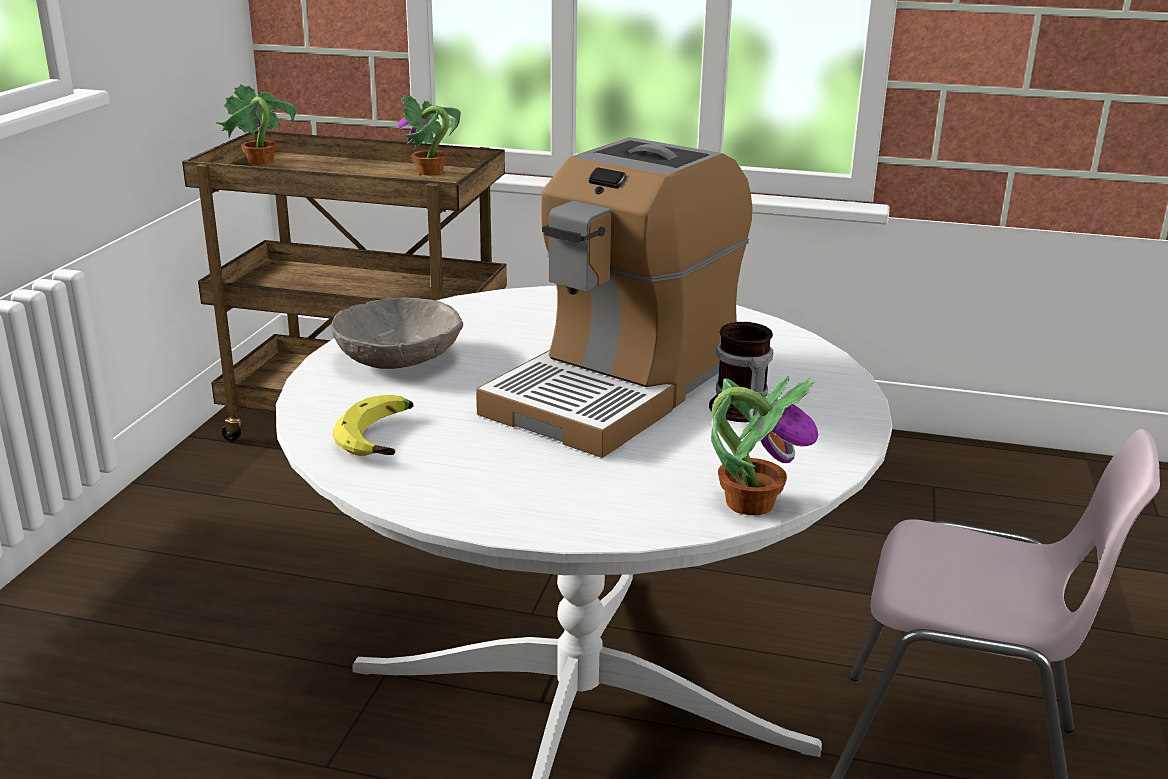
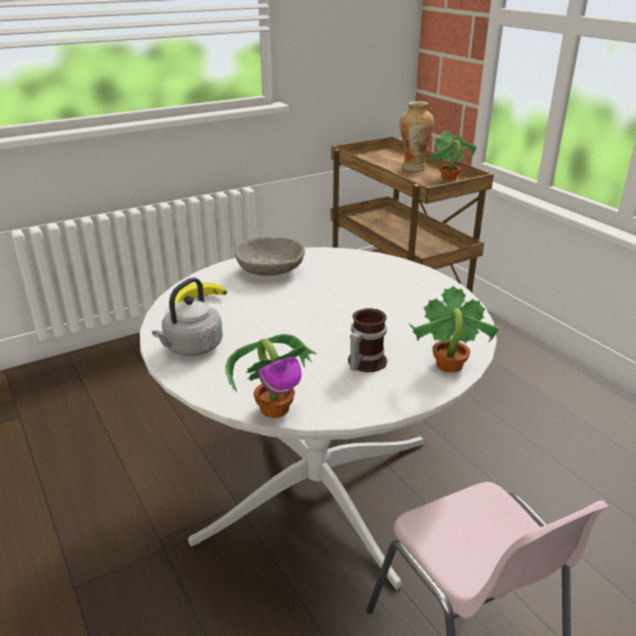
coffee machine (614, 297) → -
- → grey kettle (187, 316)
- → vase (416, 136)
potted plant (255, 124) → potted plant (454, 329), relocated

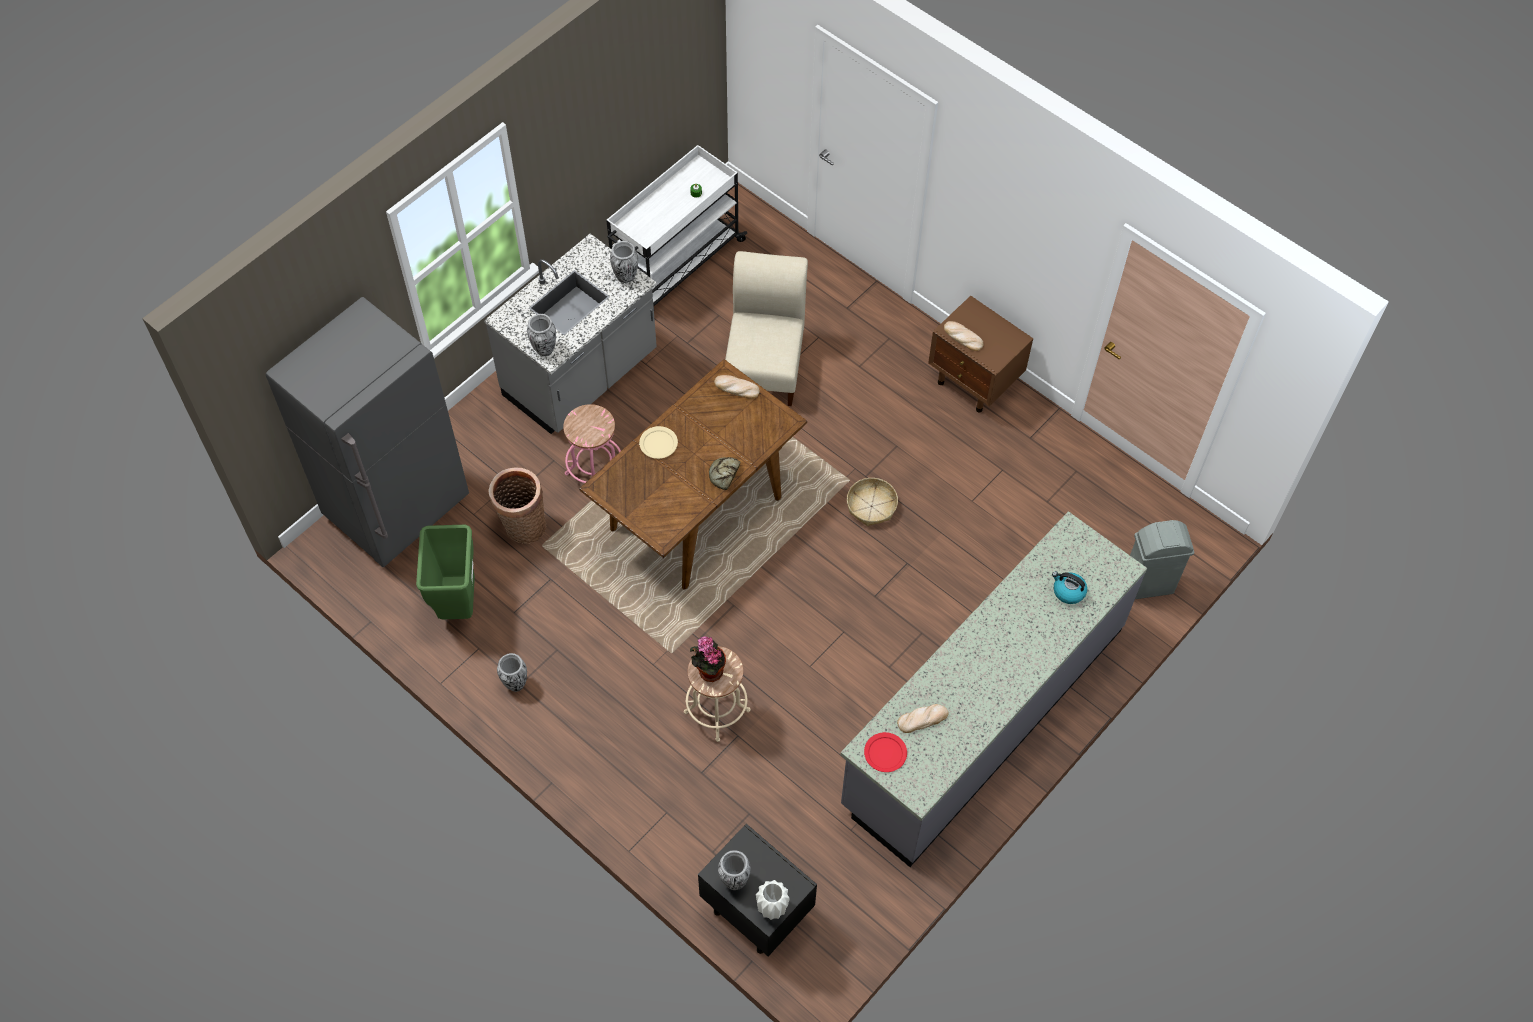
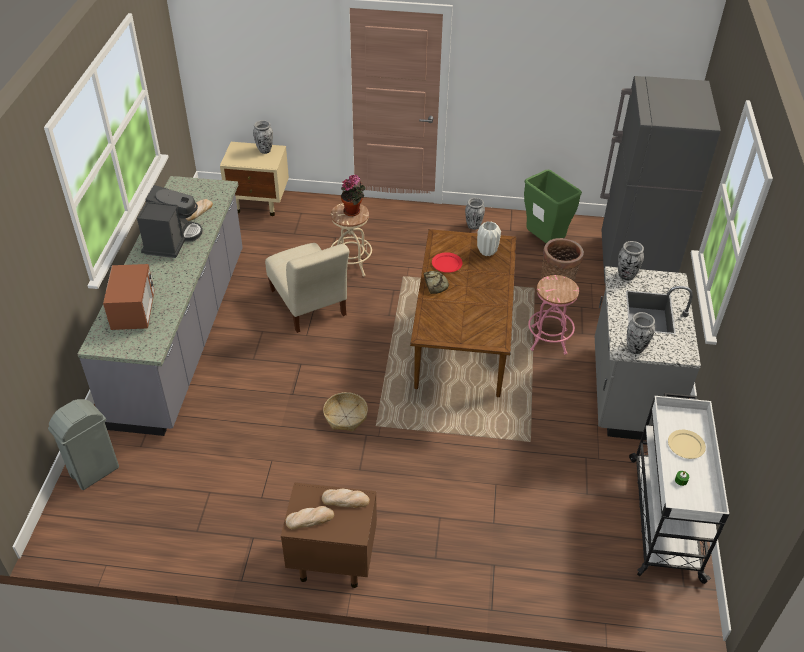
- → coffee machine (170, 221)
beige plate (658, 442) → beige plate (687, 444), relocated
bread (737, 387) → bread (310, 517), relocated
beige chair (766, 328) → beige chair (307, 288), relocated
white vase (772, 900) → white vase (489, 238), relocated
red plate (885, 752) → red plate (447, 262), relocated
kettle (1069, 587) → microwave (129, 297)
black nightstand (757, 890) → beige nightstand (254, 179)

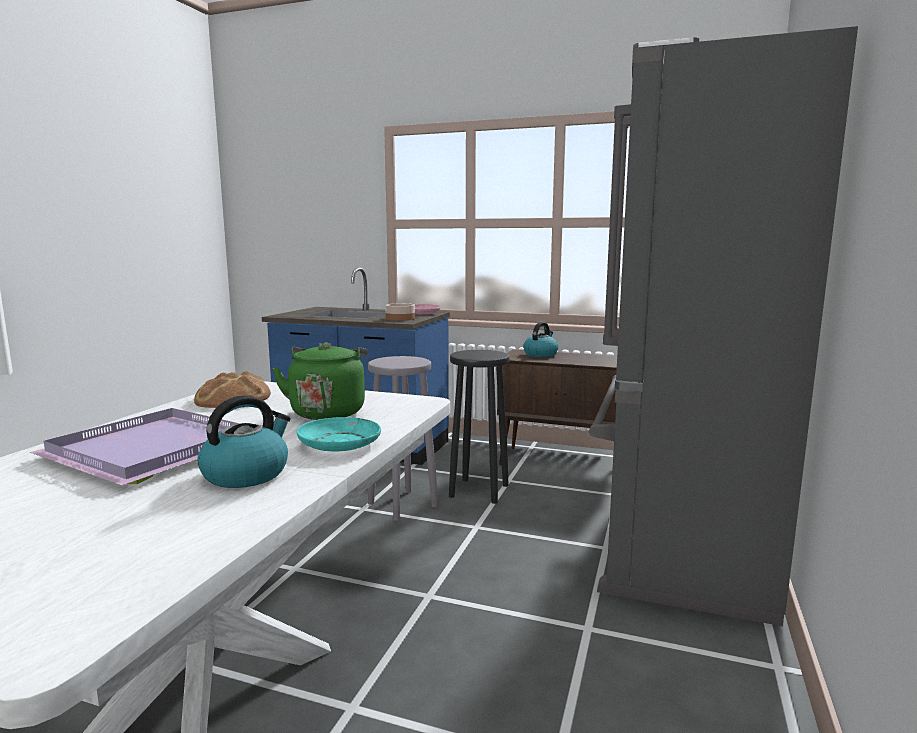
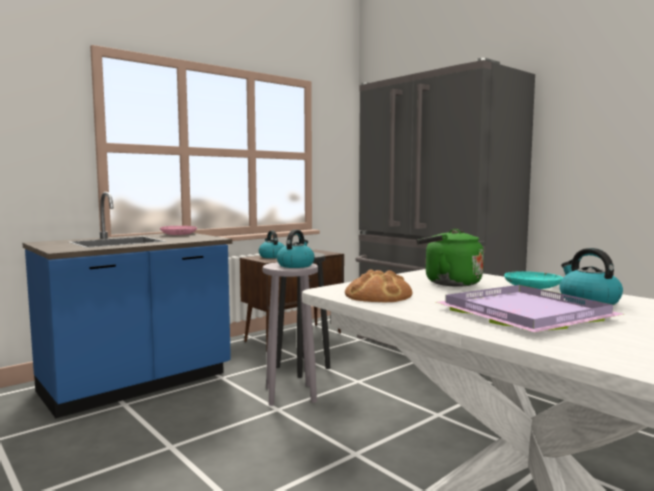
bowl (400, 312) → -
- → kettle (296, 249)

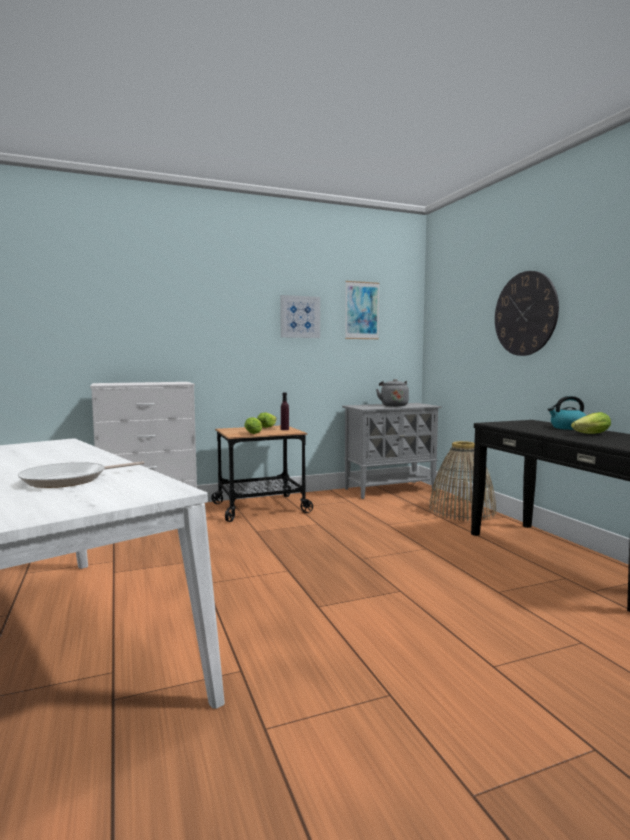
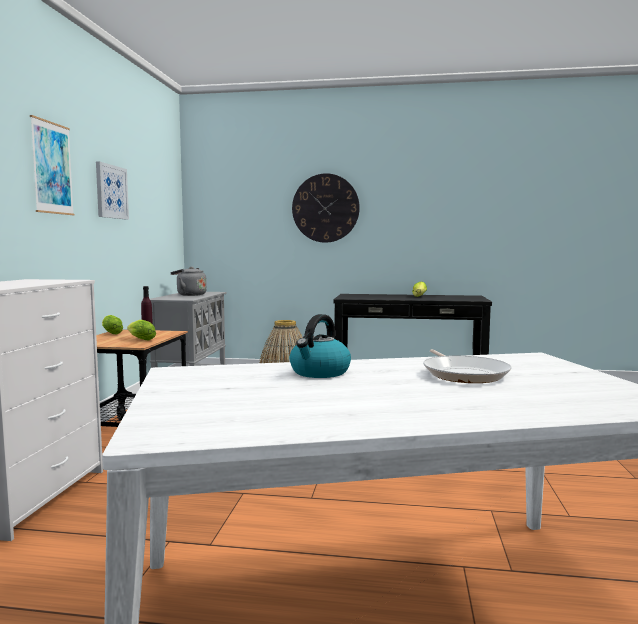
picture (362, 310) → picture (52, 165), relocated
kettle (567, 413) → kettle (320, 346), relocated

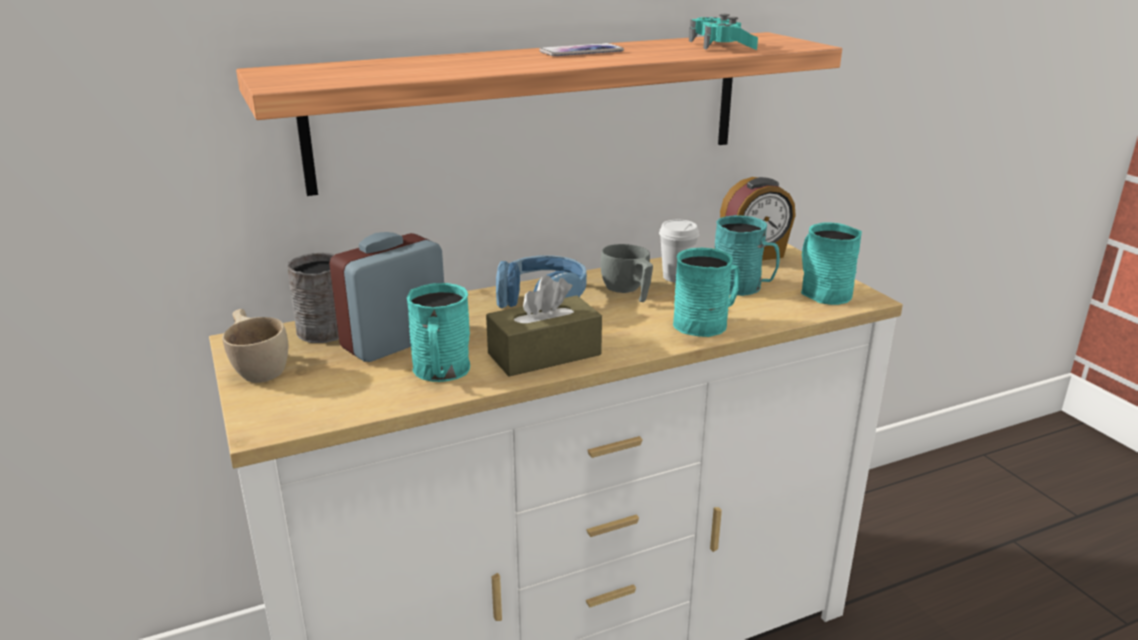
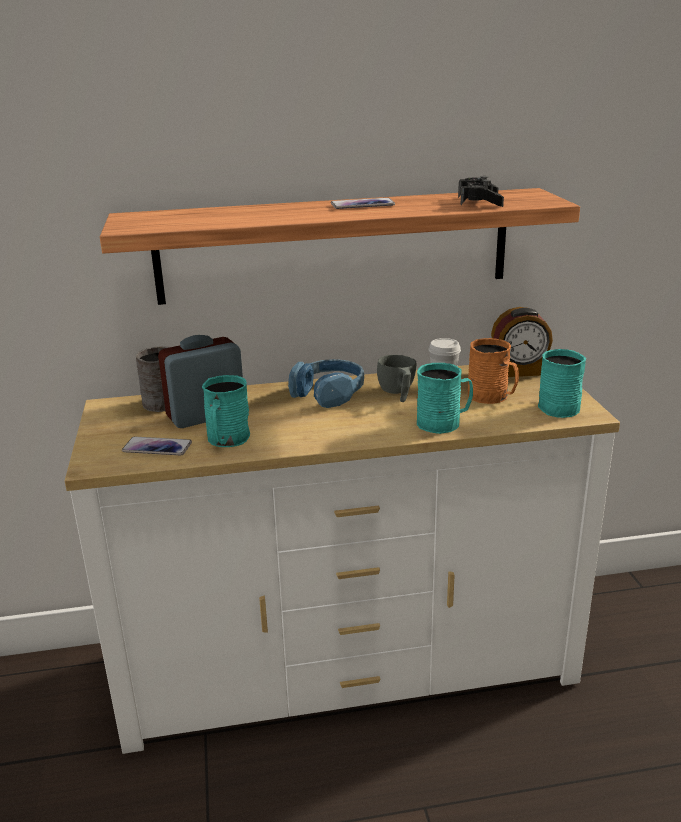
beige cup (255, 346) → -
brown tissue box (544, 326) → -
- → phone (157, 446)
turquoise game controller (723, 32) → black game controller (481, 191)
turquoise mug (747, 255) → orange mug (493, 371)

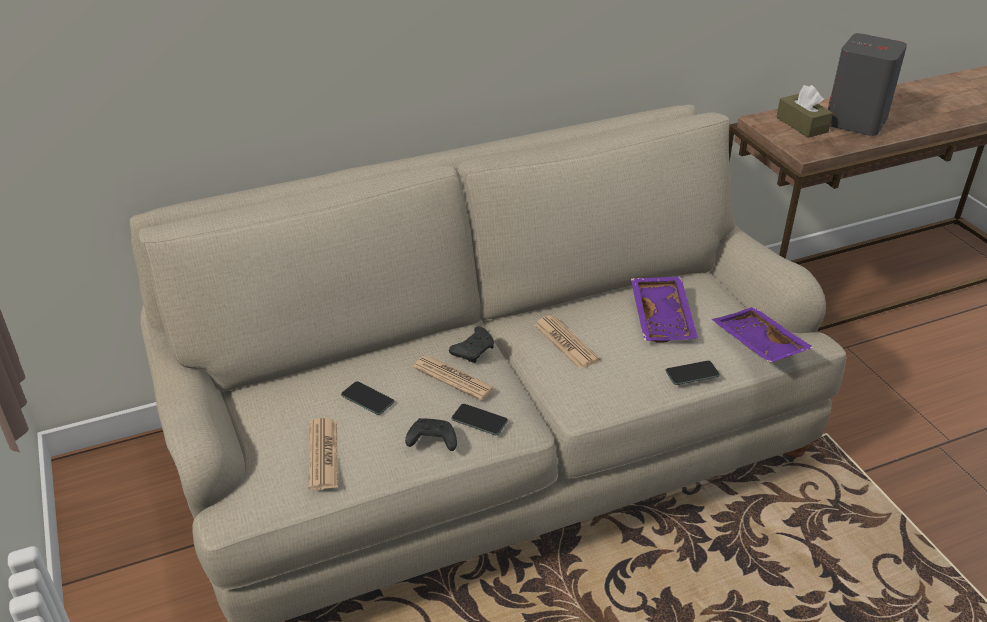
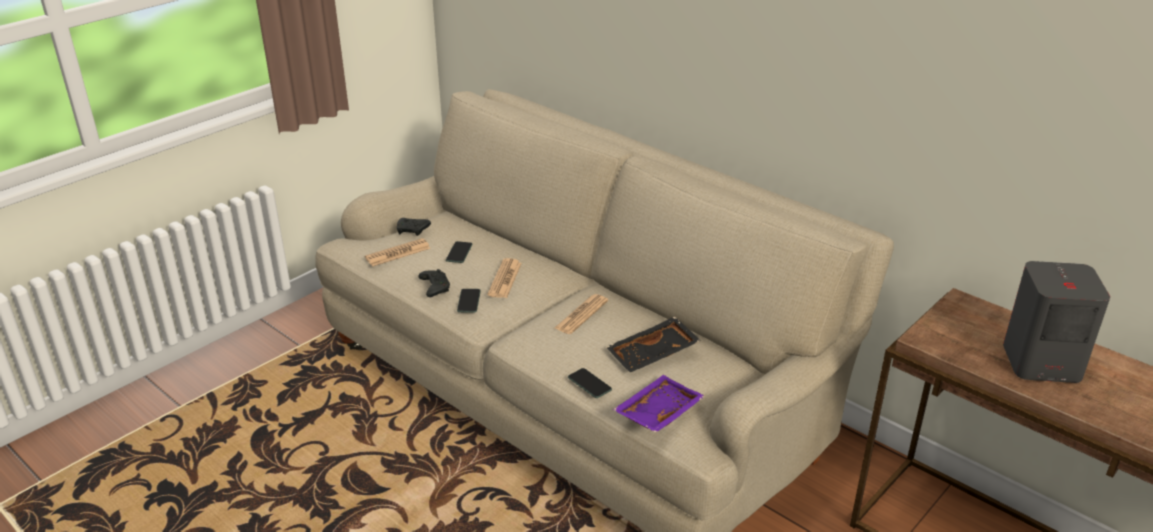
brown tissue box (804, 111) → -
black game controller (471, 344) → black game controller (414, 227), relocated
purple tray (664, 309) → black tray (653, 344)

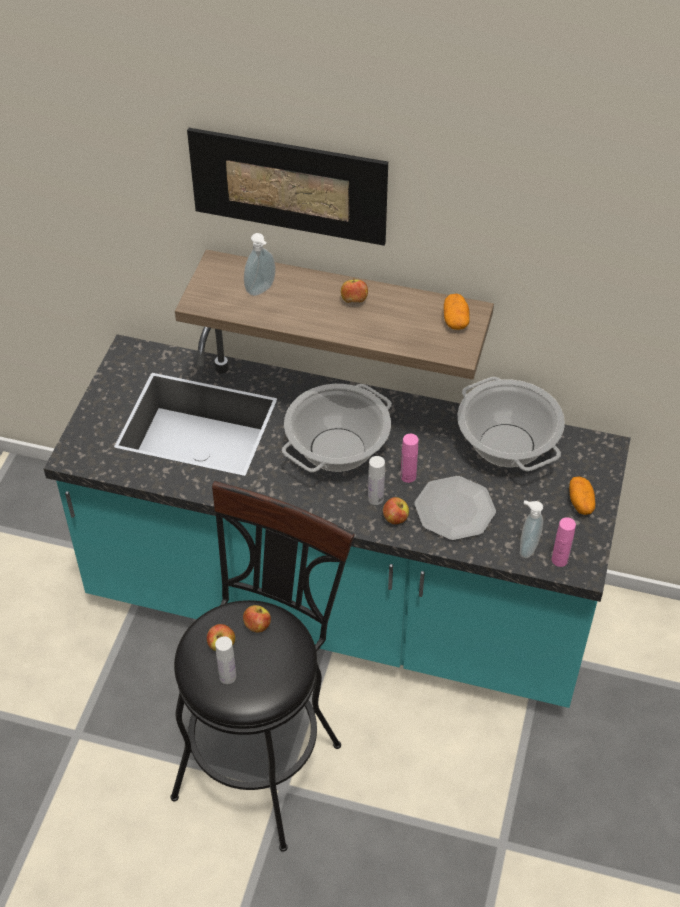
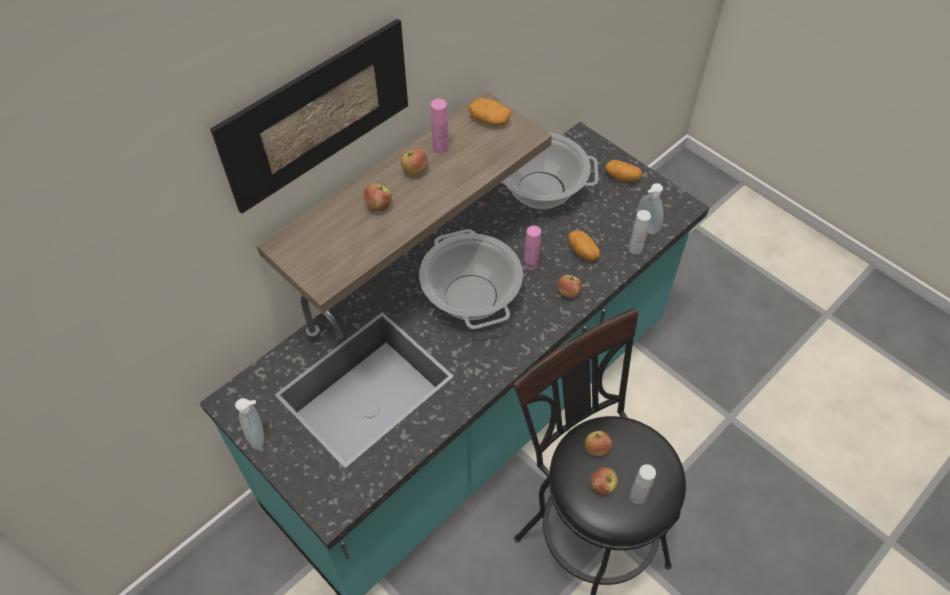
- → apple (378, 197)
soap dispenser (260, 264) → soap dispenser (249, 424), relocated
white bottle (376, 480) → white bottle (640, 232), relocated
pink bottle (564, 542) → pink bottle (440, 126), relocated
plate (455, 508) → potato (584, 245)

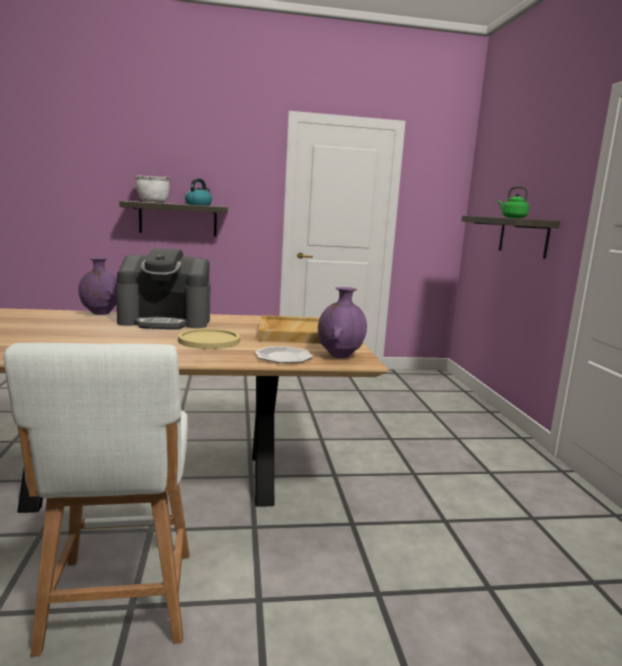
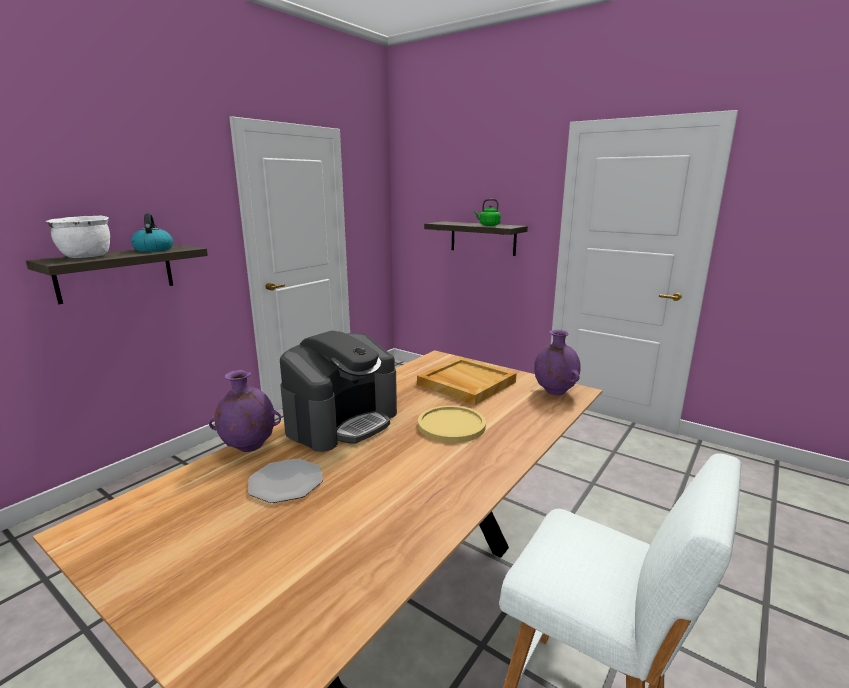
plate (284, 354) → plate (285, 481), relocated

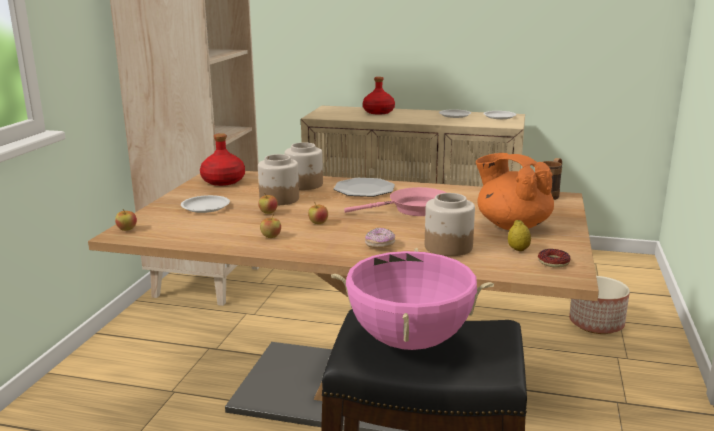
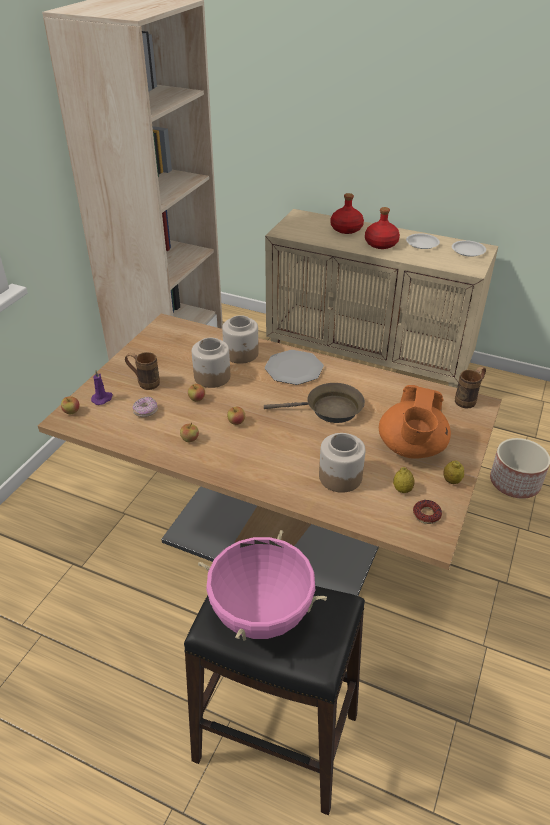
- → purple candle (102, 387)
- → lemon (454, 472)
red bottle (222, 159) → red bottle (382, 228), relocated
donut (380, 238) → donut (145, 406), relocated
white plate (205, 204) → brown mug (142, 371)
pink frying pan (395, 201) → brown frying pan (314, 403)
orange teapot (515, 191) → orange teapot (415, 422), 135 degrees counterclockwise

